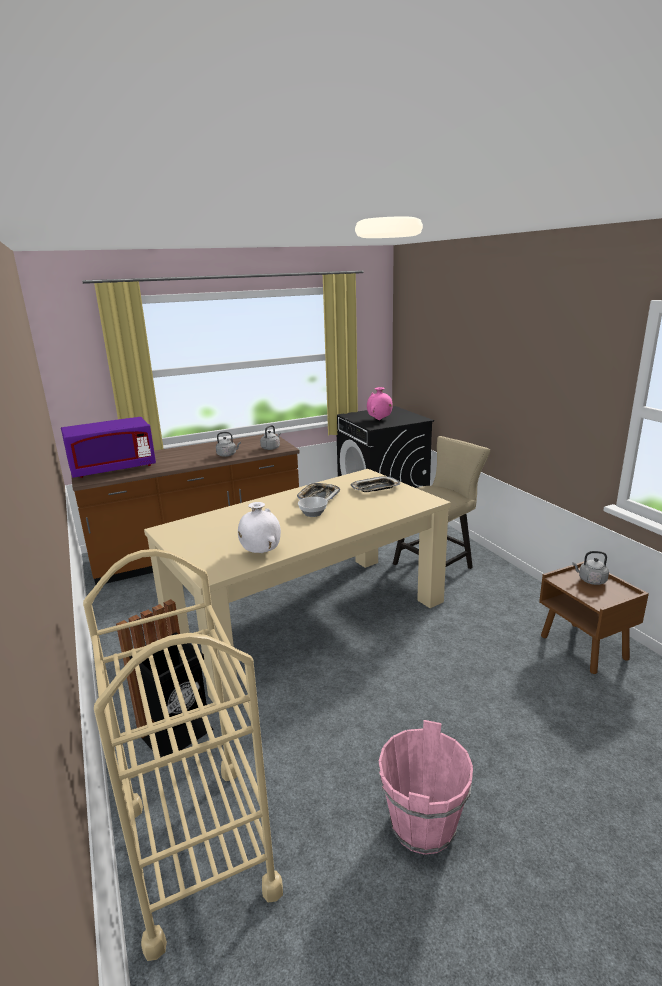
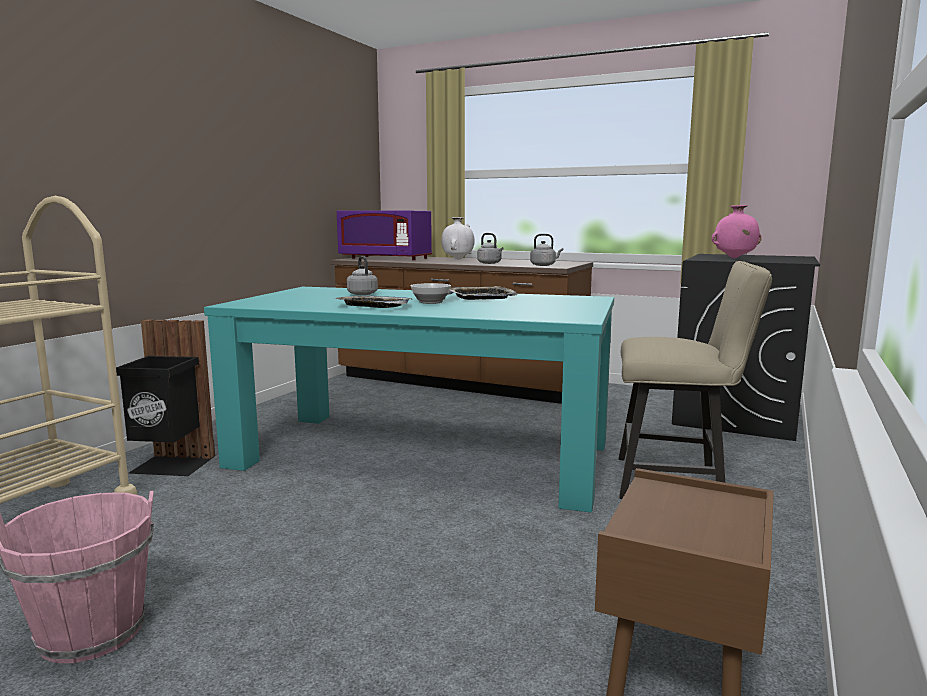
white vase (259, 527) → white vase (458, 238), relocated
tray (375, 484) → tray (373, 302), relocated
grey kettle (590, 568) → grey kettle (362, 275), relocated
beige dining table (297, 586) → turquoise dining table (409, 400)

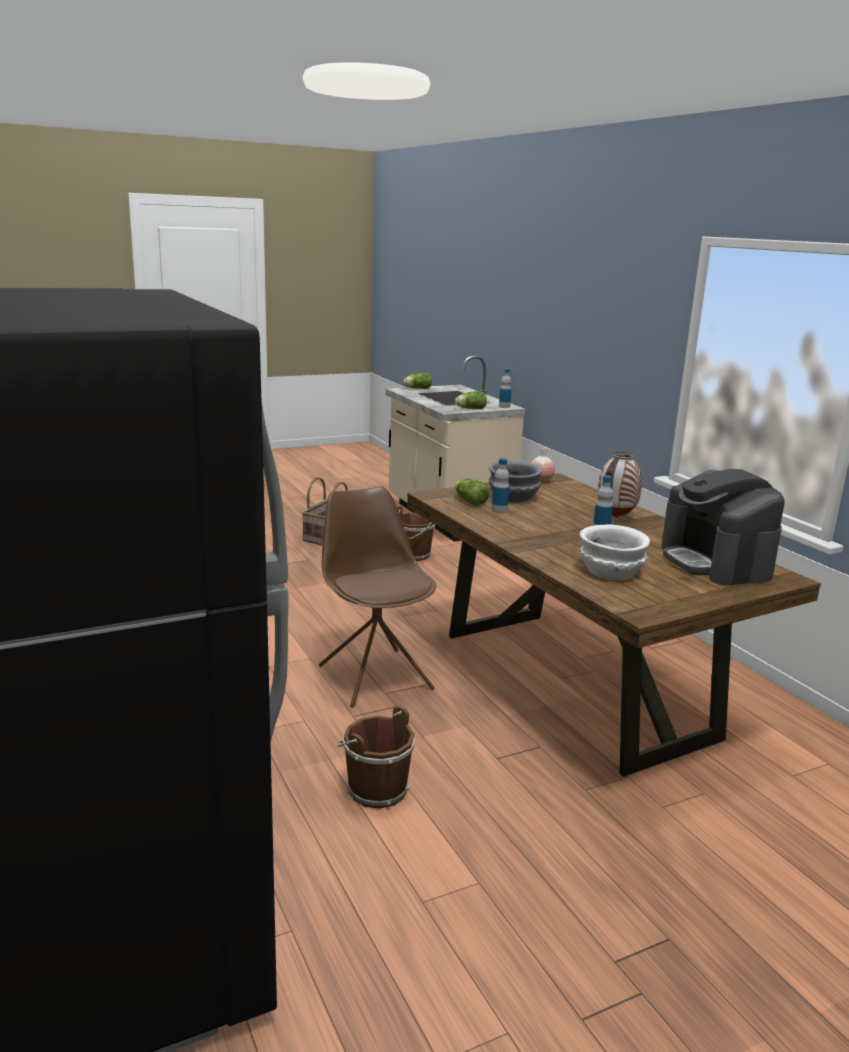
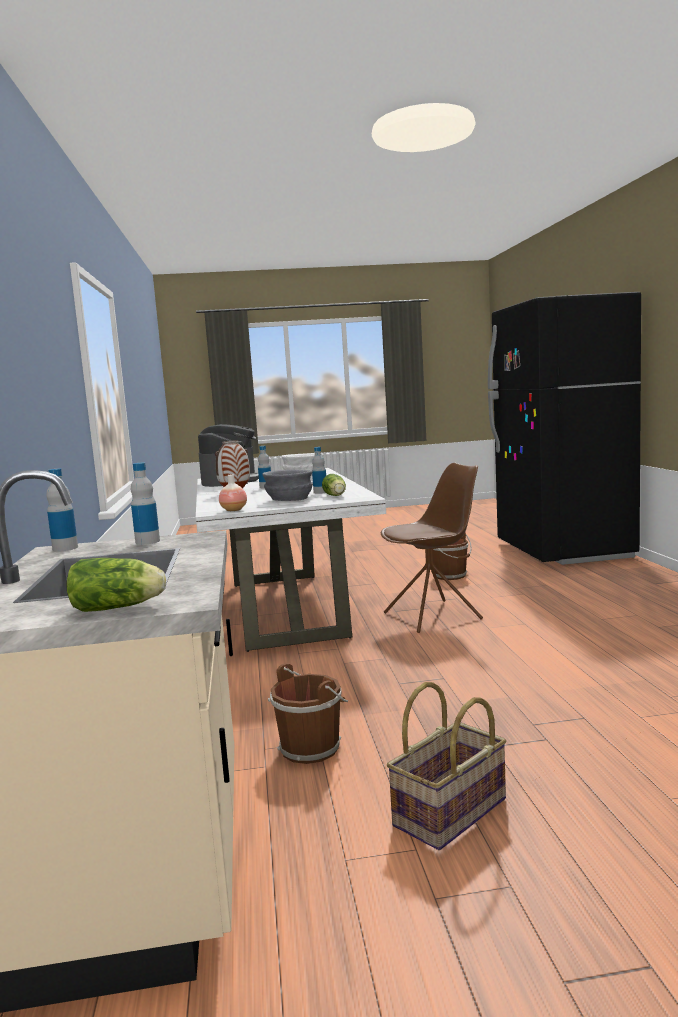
lettuce (471, 400) → bottle (145, 503)
brown dining table (614, 625) → white dining table (291, 560)
brown chair (377, 597) → brown chair (432, 548), 105 degrees counterclockwise

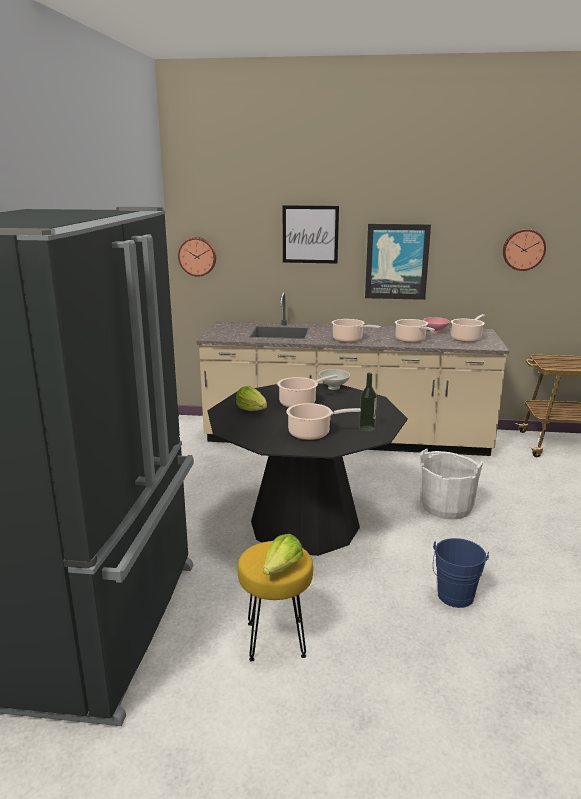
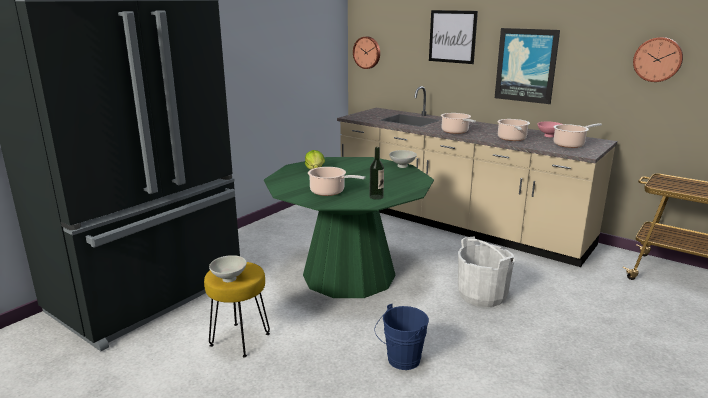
cooking pot (307, 391) → -
lettuce (283, 554) → white bowl (228, 268)
black dining table (308, 470) → green dining table (349, 227)

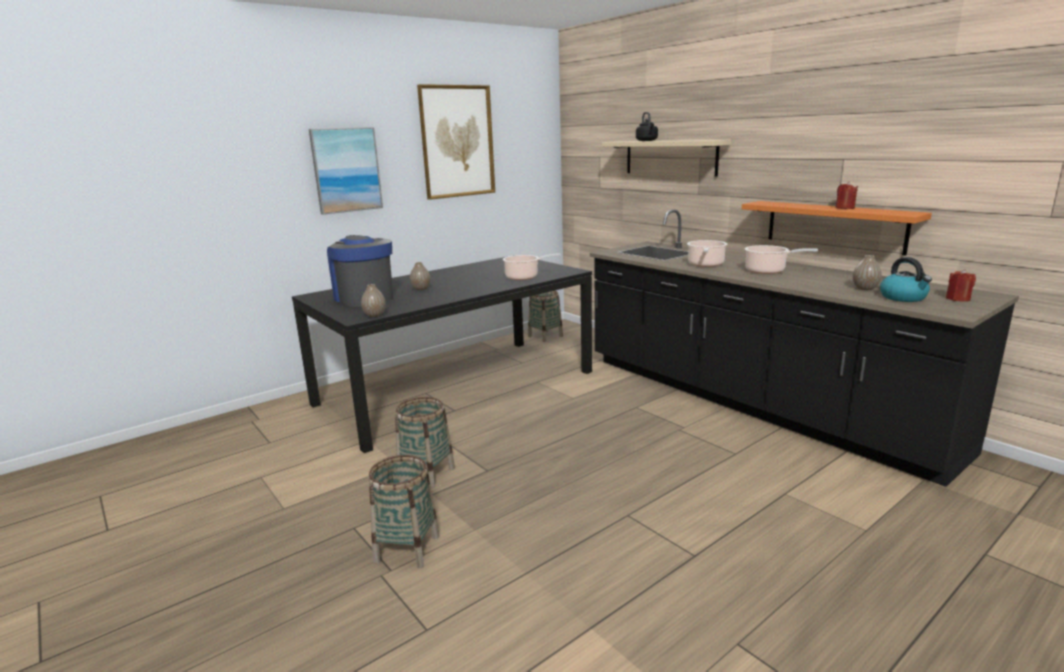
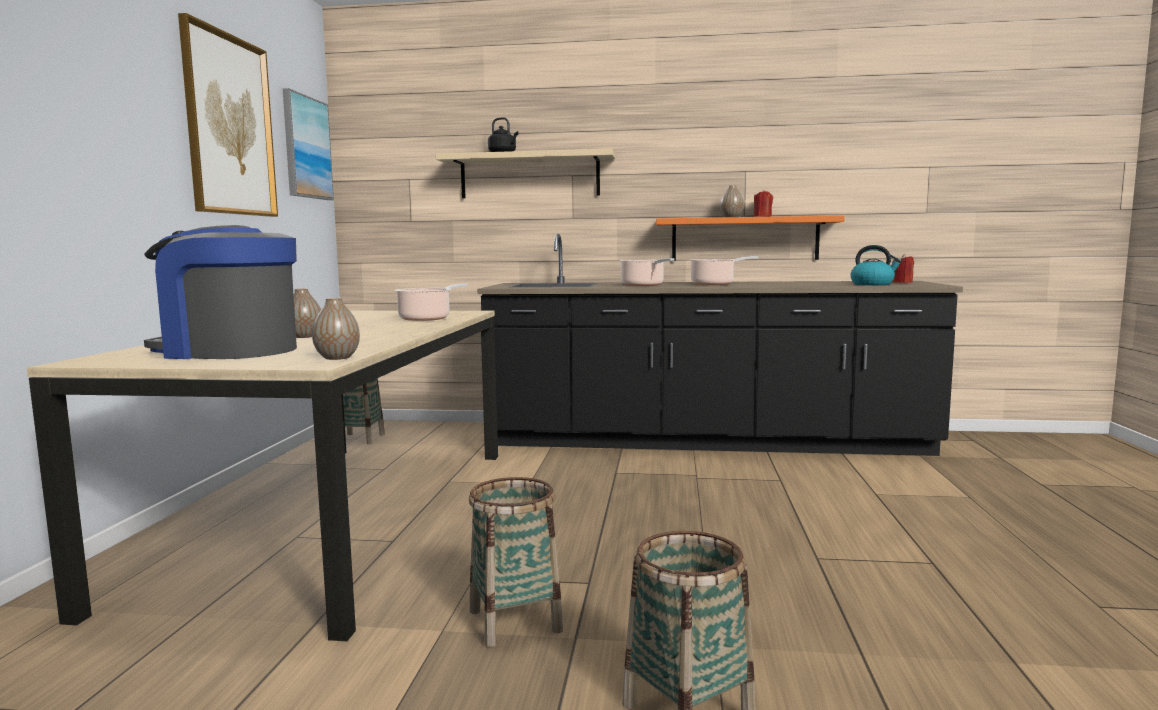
picture (346, 171) → picture (308, 144), relocated
vase (867, 272) → vase (732, 201), relocated
black dining table (442, 354) → beige dining table (262, 475)

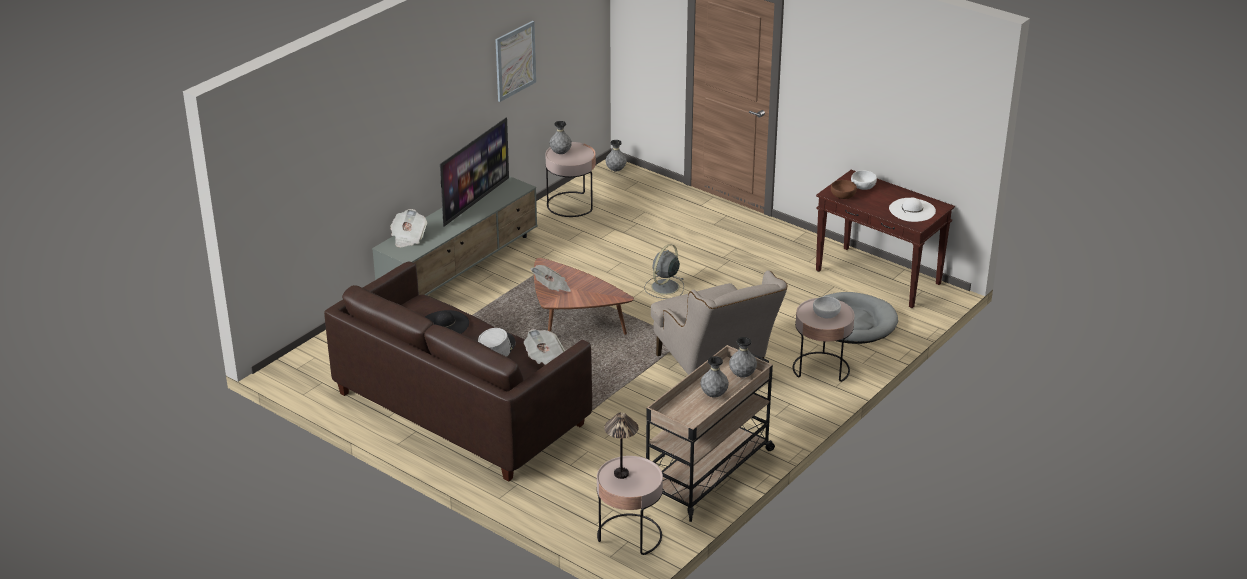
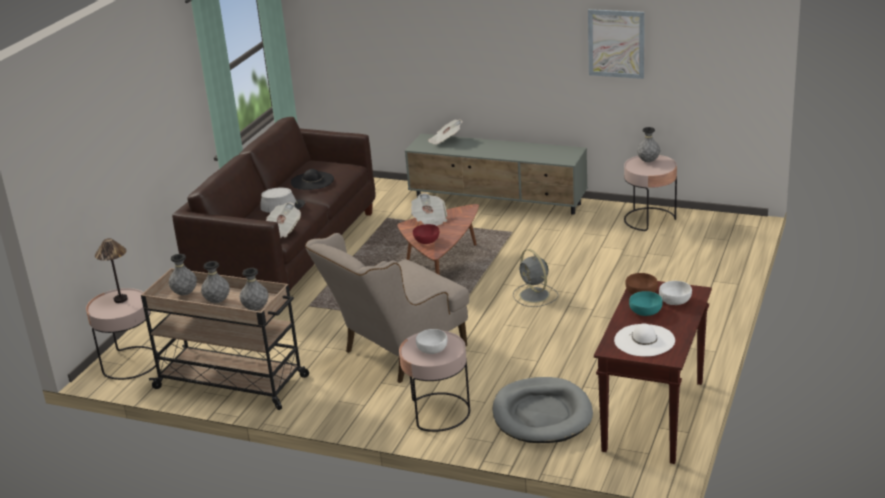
television (474, 172) → -
- → red bowl (426, 234)
- → turquoise bowl (646, 303)
grey vase (616, 156) → grey vase (183, 274), relocated
grey fan (664, 271) → grey fan (535, 278), 135 degrees counterclockwise

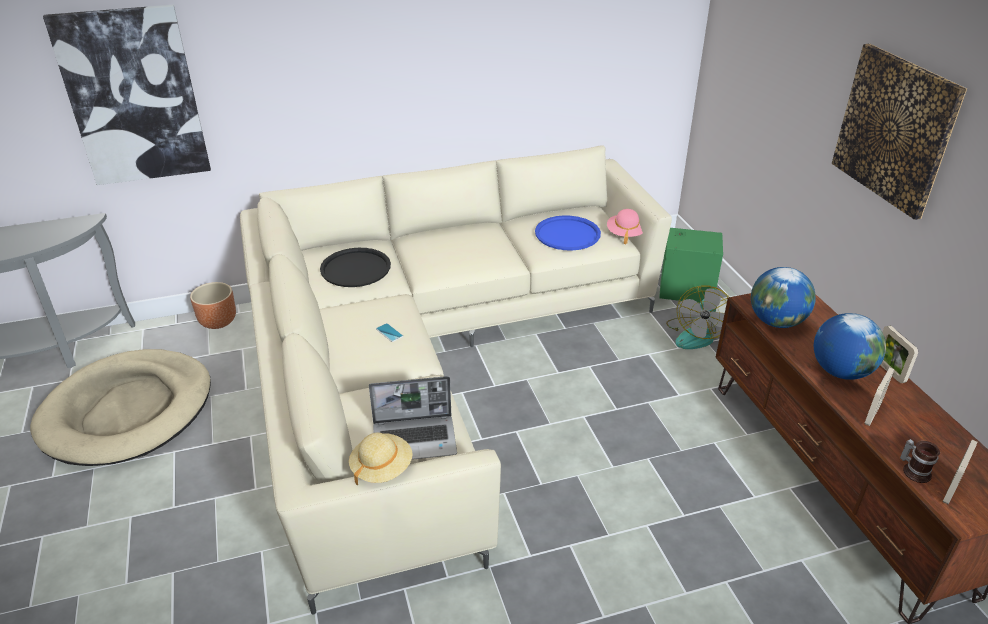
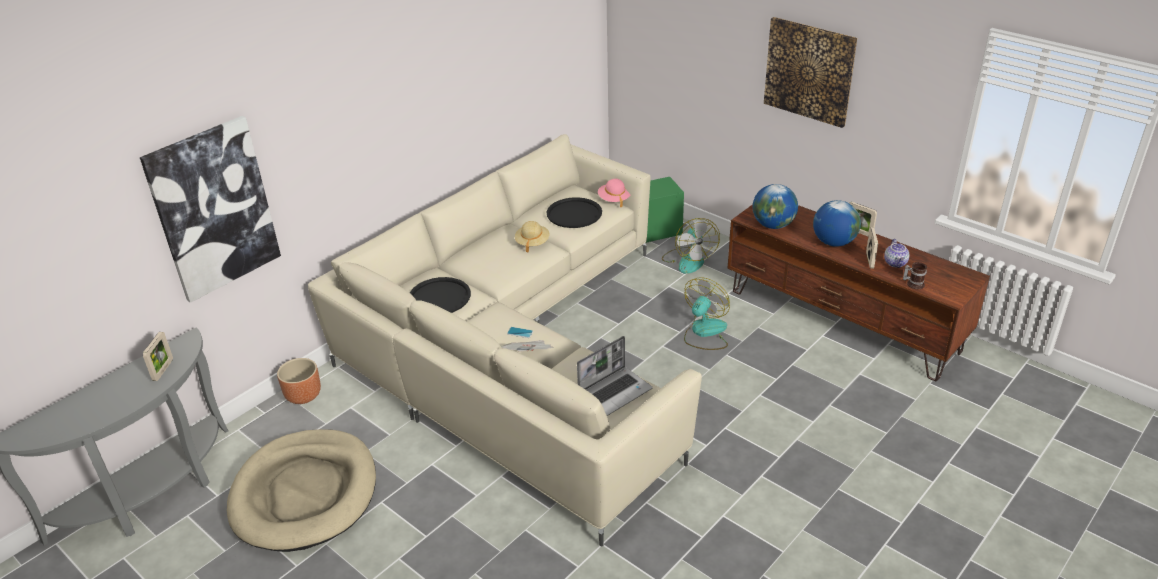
- → newspaper (527, 345)
- → fan (707, 313)
- → teapot (897, 253)
beige hat (381, 459) → beige hat (532, 236), relocated
picture frame (960, 472) → picture frame (158, 356), relocated
blue tray (568, 233) → black tray (574, 212)

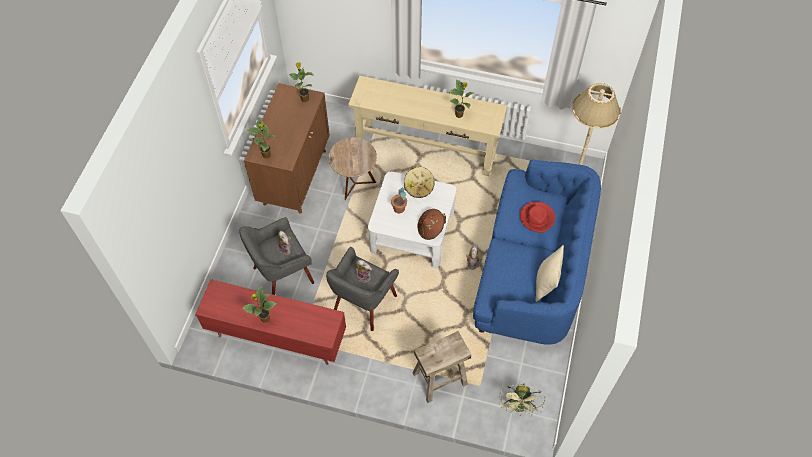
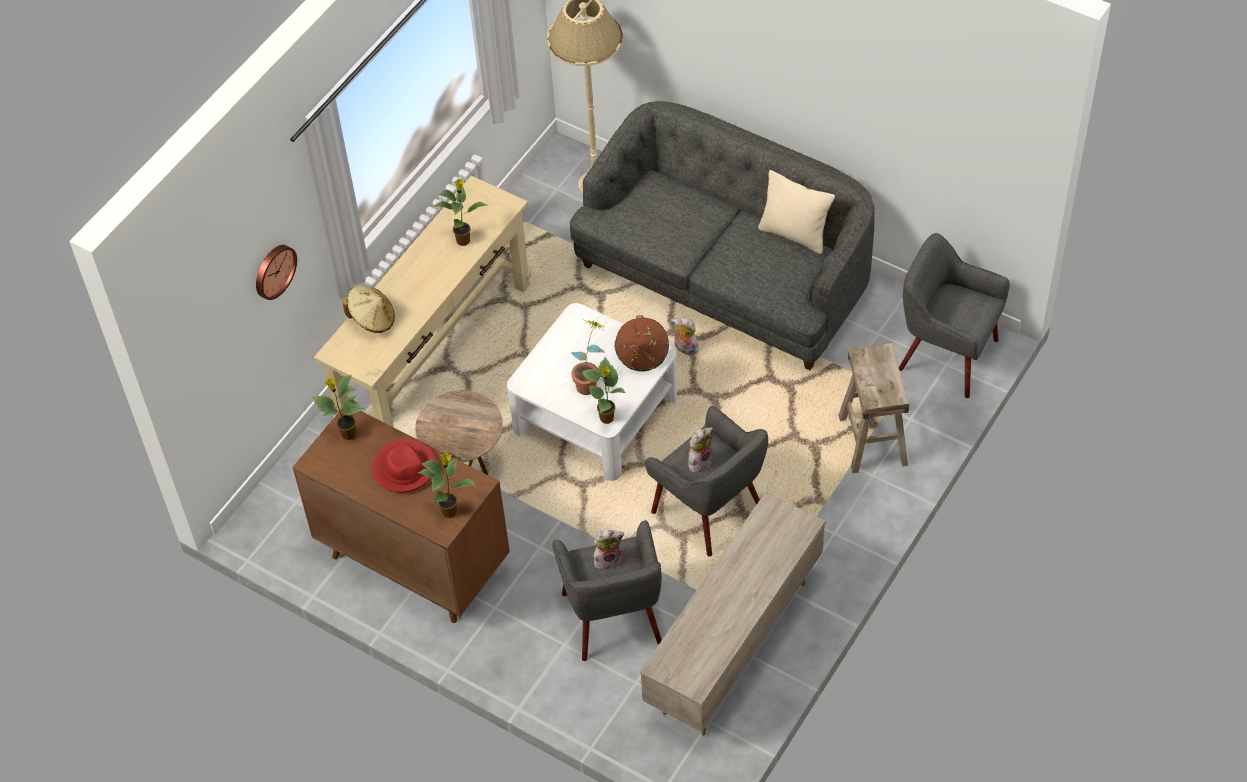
- → wall clock (276, 272)
potted plant (259, 305) → potted plant (604, 390), relocated
beige hat (419, 182) → beige hat (369, 309), relocated
red hat (537, 217) → red hat (404, 466), relocated
green fan (522, 399) → grey armchair (954, 315)
red tv stand (270, 322) → beige tv stand (733, 613)
blue sofa (537, 252) → grey sofa (722, 235)

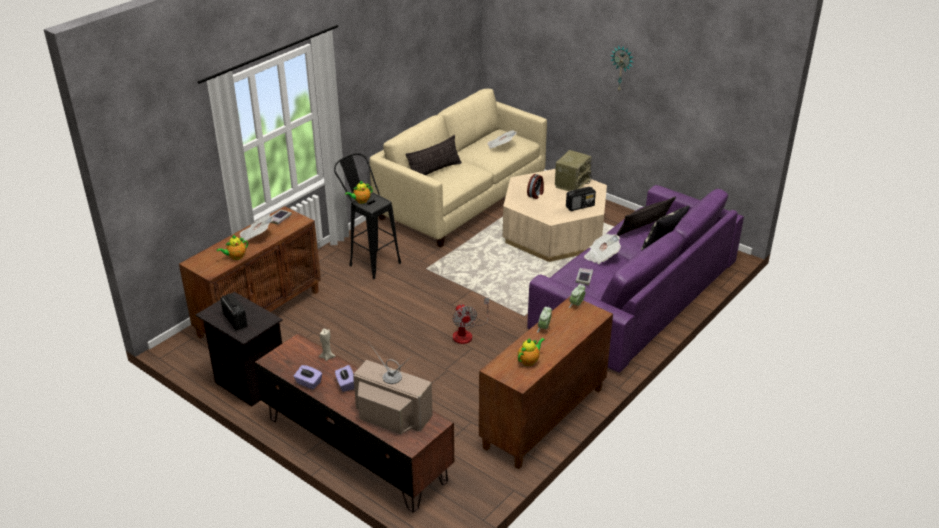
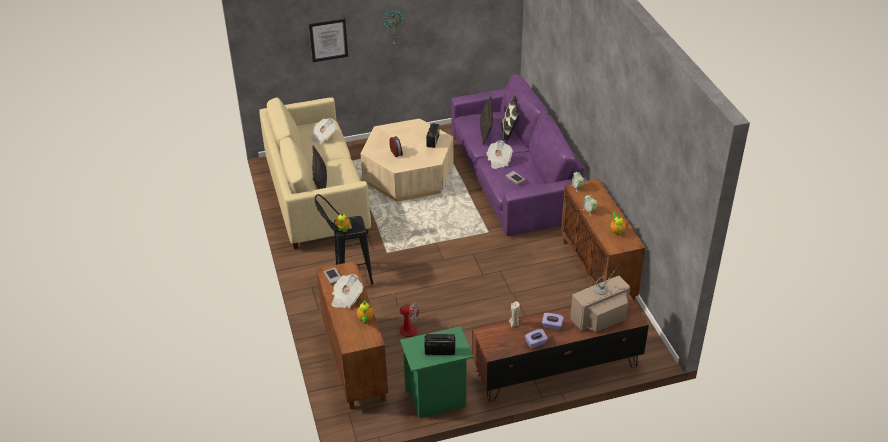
radio (573, 170) → -
- → picture (328, 40)
fan (471, 321) → fan (406, 314), relocated
black nightstand (239, 349) → green nightstand (437, 372)

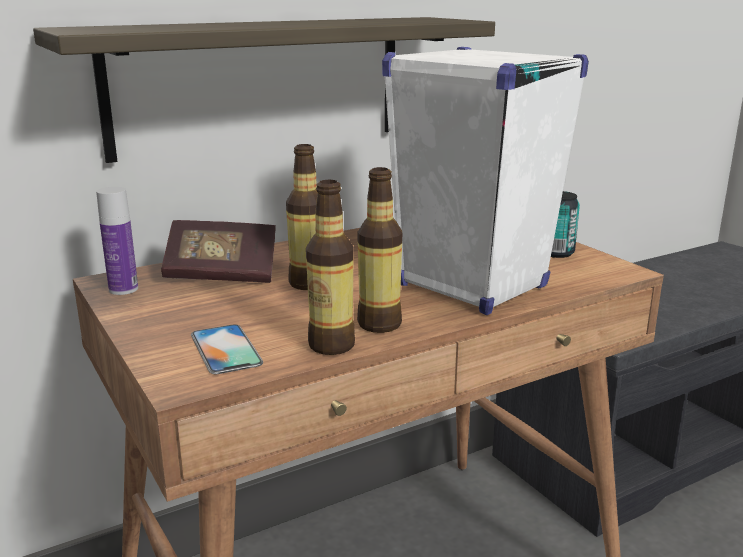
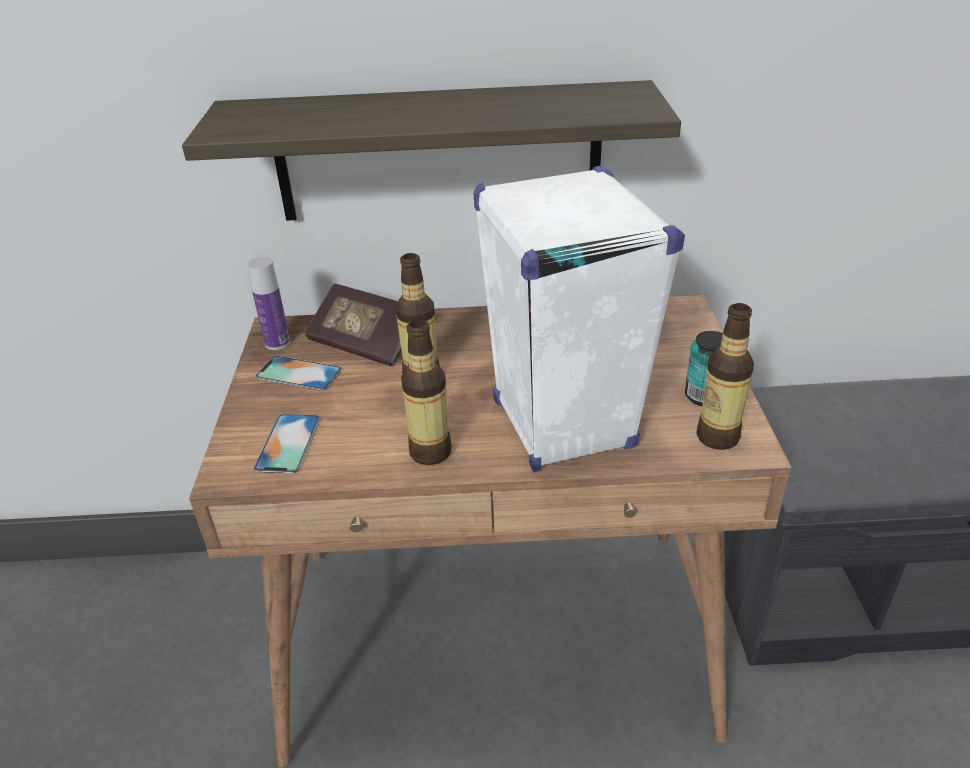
- → phone (299, 373)
bottle (330, 267) → bottle (725, 376), relocated

